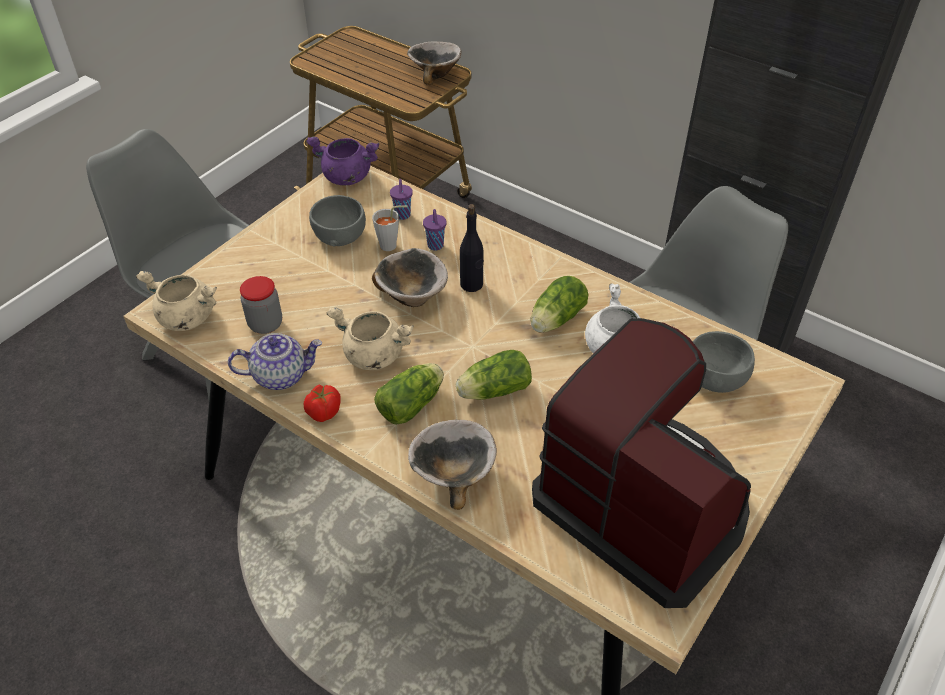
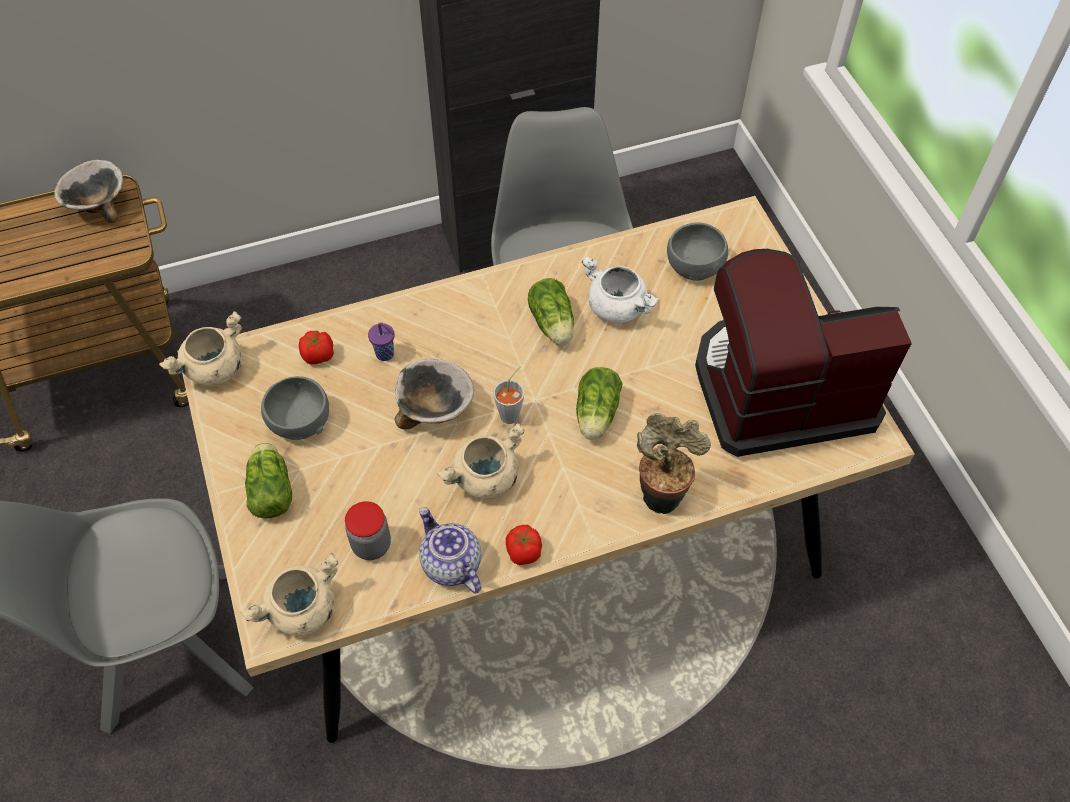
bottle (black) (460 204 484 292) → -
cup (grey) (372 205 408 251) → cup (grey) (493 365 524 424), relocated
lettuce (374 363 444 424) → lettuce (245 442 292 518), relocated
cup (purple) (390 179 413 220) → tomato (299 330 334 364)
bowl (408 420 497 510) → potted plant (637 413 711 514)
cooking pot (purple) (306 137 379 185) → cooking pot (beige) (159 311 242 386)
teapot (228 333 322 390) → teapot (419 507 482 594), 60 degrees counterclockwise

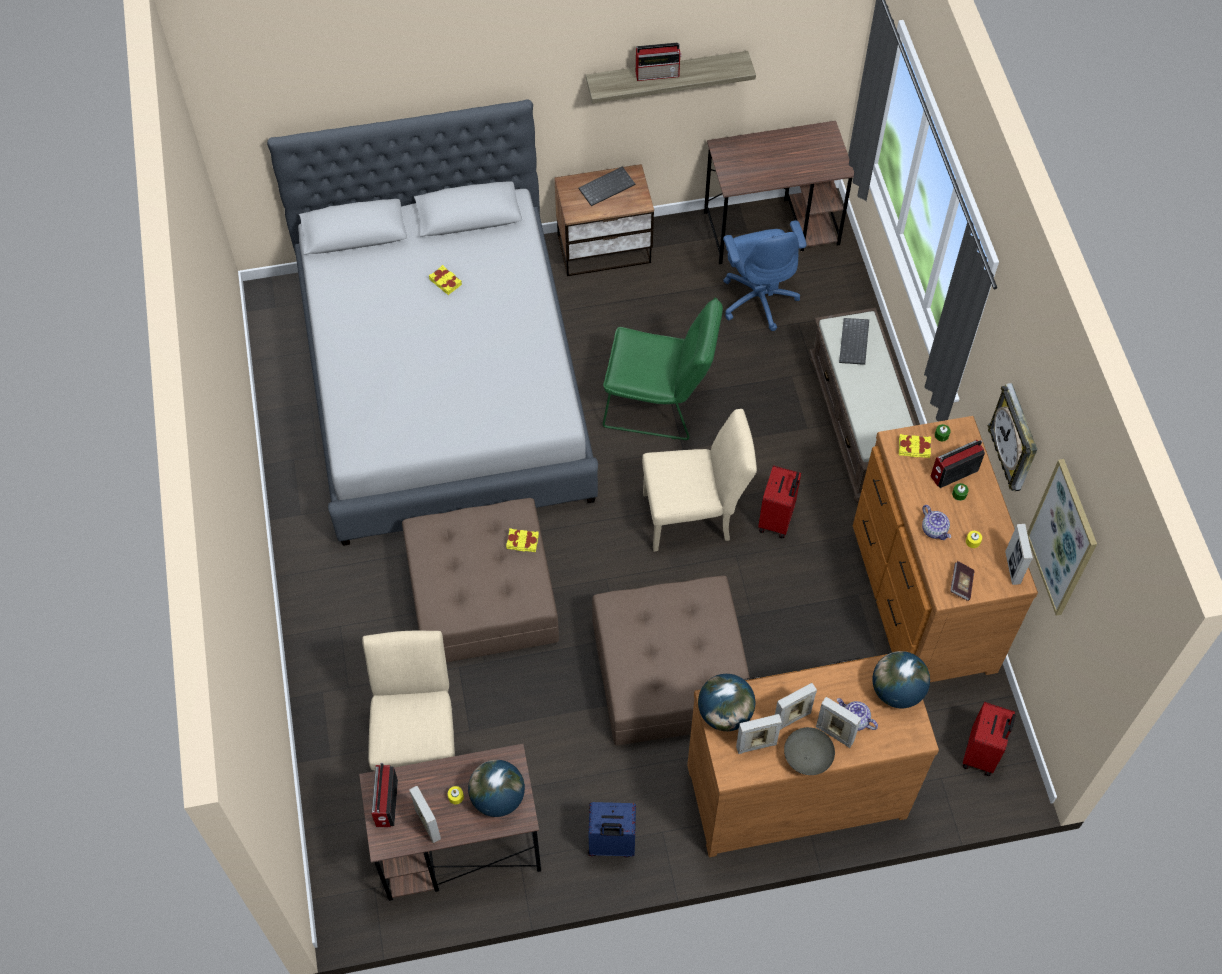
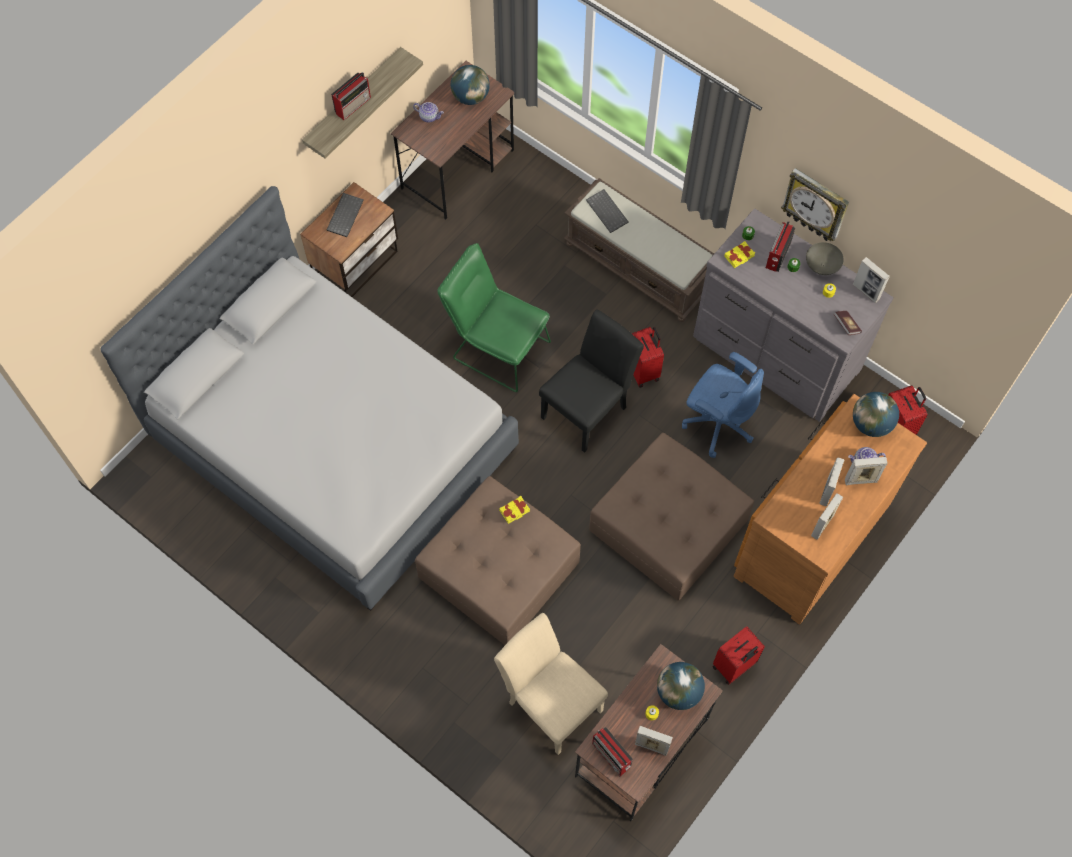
book (yellow) (429 265 462 295) → -
picture (1027 459 1097 616) → -
globe (698 674 755 731) → globe (451 65 490 105), relocated
office chair (blue) (723 221 807 331) → office chair (blue) (682 352 764 458), relocated
bowl (grey) (784 727 835 775) → bowl (grey) (806 242 844 275), relocated
teapot (922 505 951 540) → teapot (413 102 444 122), relocated
suitcase (blue) (588 802 636 857) → suitcase (red) (713 626 765 685)
chair (beige) (642 409 757 552) → chair (black) (539 309 644 453)
dresser (brown) (853 416 1038 682) → dresser (grey) (693 208 893 422)
chair (green) (603 298 723 440) → chair (green) (437 243 551 392), 120 degrees counterclockwise

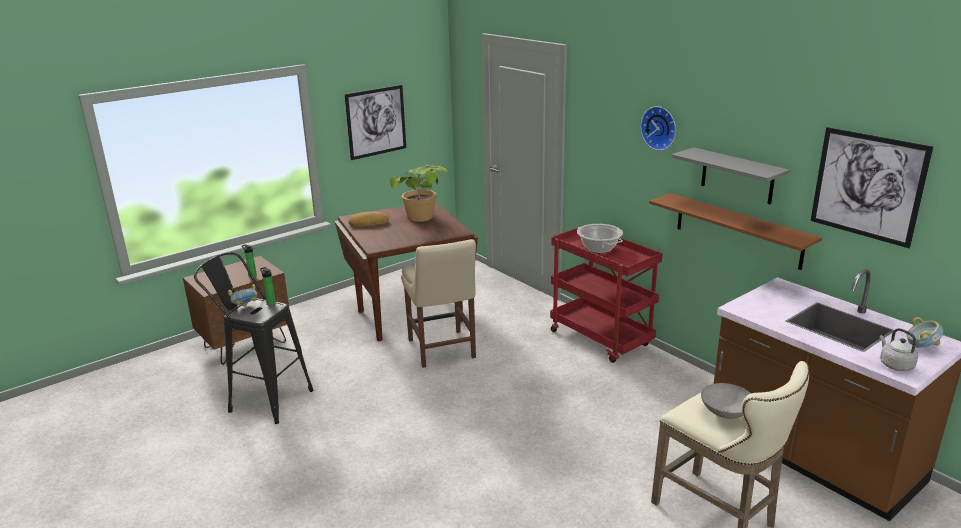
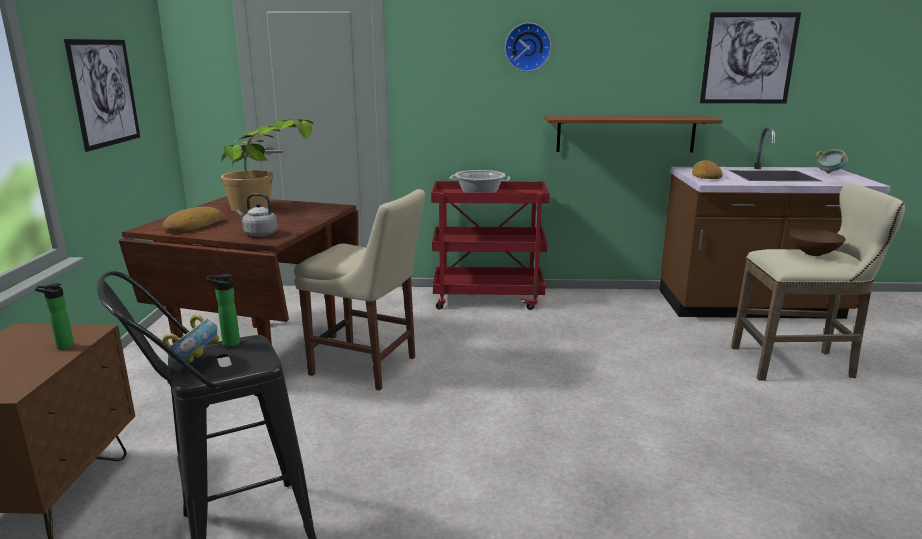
shelf (grey) (671 147 790 205) → -
- → bread (692 160 723 179)
kettle (grey) (879 328 918 371) → kettle (grey) (236 194 278 237), relocated
bowl (grey) (701 383 751 419) → bowl (brown) (789 229 846 256)

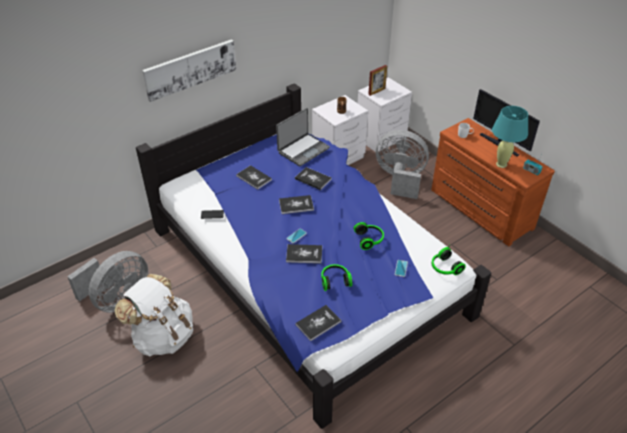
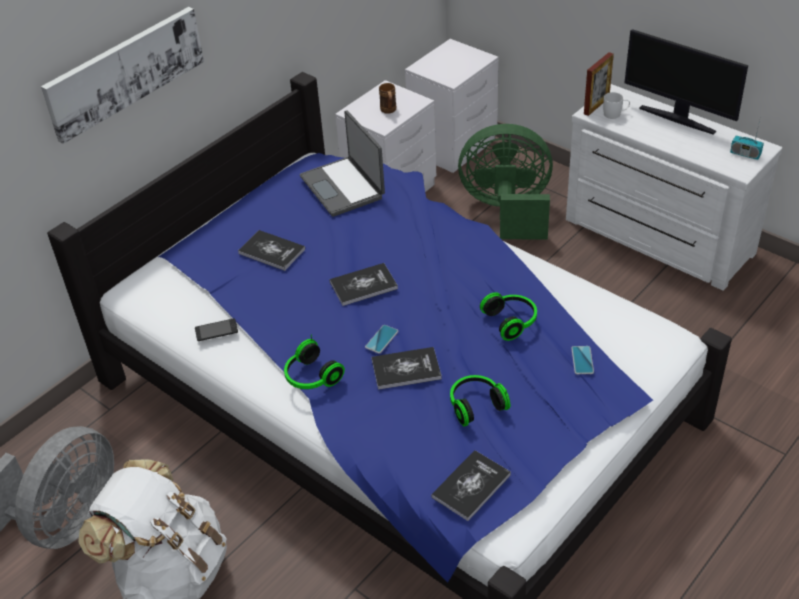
book (295 167 332 190) → -
table lamp (turquoise) (492 106 528 168) → -
picture frame (368 65 387 96) → picture frame (584 52 614 116), relocated
headphones (432 247 466 275) → headphones (284 334 345 389), relocated
fan (grey) (376 130 429 199) → fan (green) (458 124 553 240)
dresser (brown) (431 118 555 246) → dresser (white) (566 84 782 290)
laptop (276 108 330 166) → laptop (300 110 385 217), 120 degrees clockwise

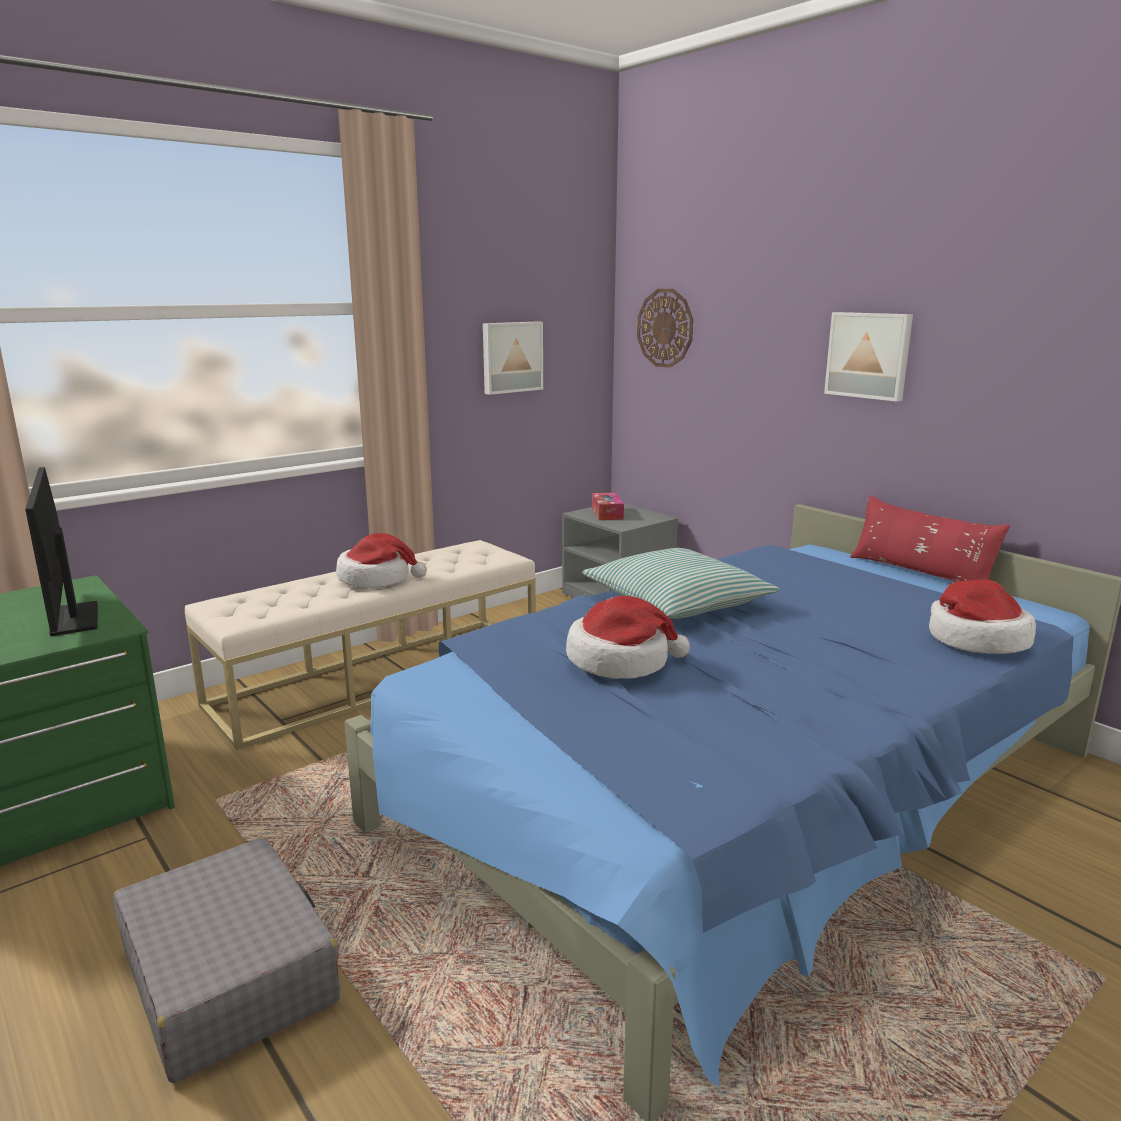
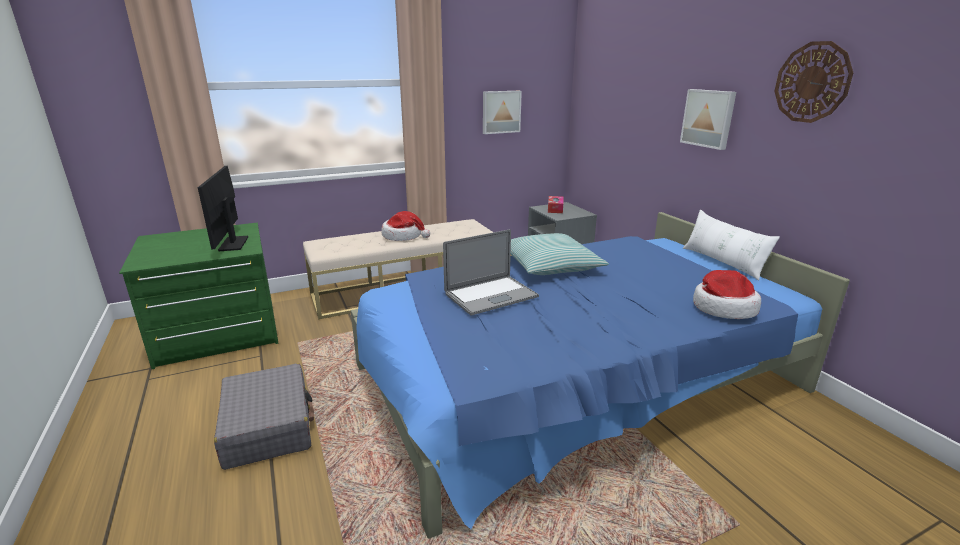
wall clock (637 289 693 368) → wall clock (774 41 853 123), relocated
hat (566 596 690 679) → laptop (443 229 539 316)
pillow (red) (850 495 1010 582) → pillow (white) (683 210 780 280)

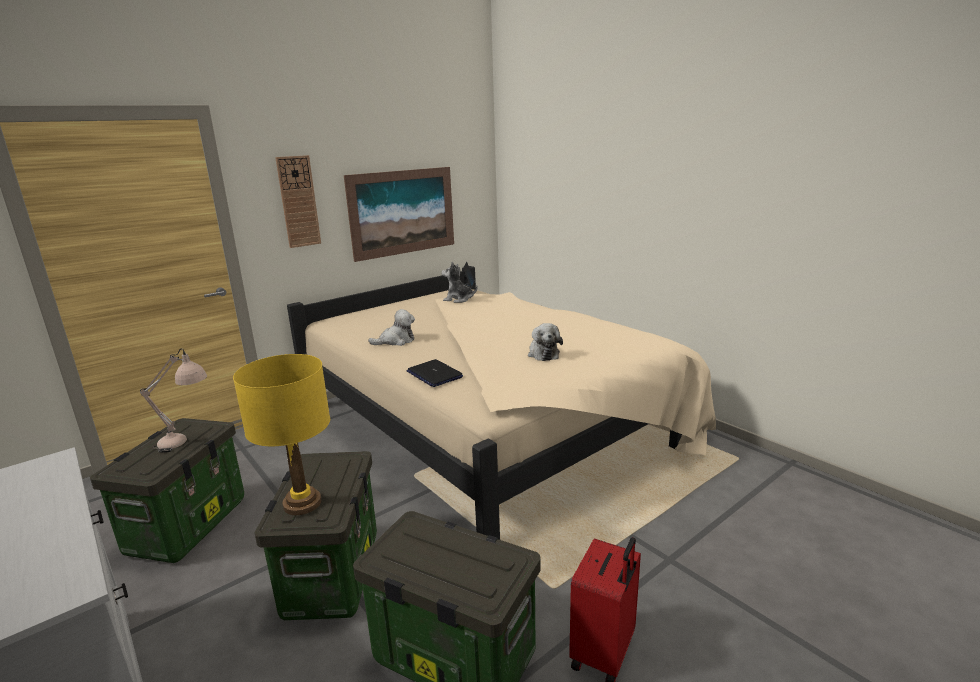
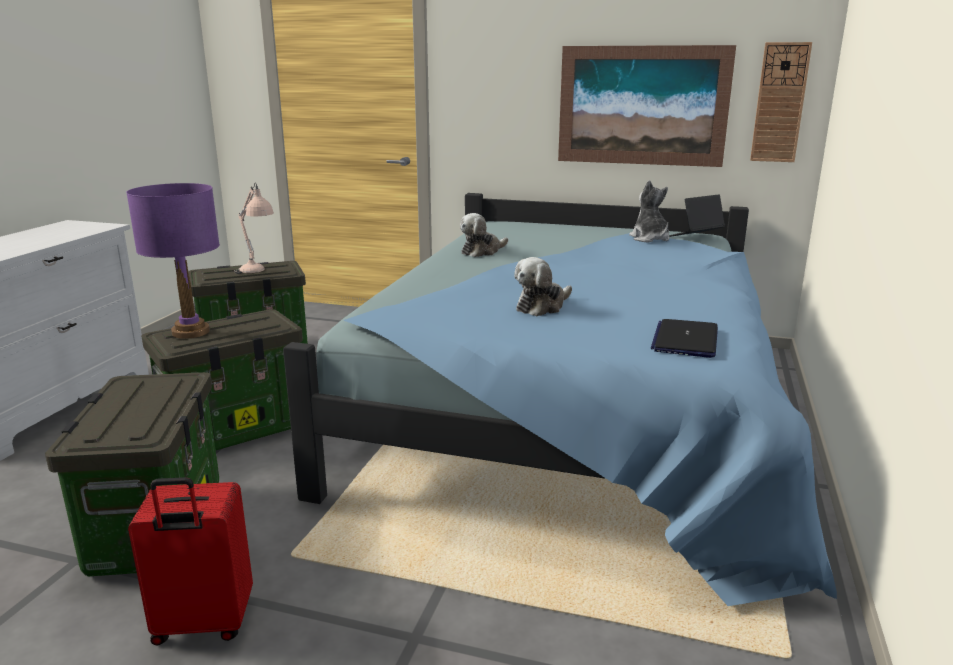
wall clock (275 155 321 248) → wall clock (750 42 812 162), relocated
laptop (407 359 463 387) → laptop (651 319 718 358), relocated
table lamp (yellow) (233 354 330 515) → table lamp (purple) (126 183 220 339)
bed (beige) (287 266 716 540) → bed (blue) (283 193 837 606)
plush toy (368 309 415 346) → plush toy (460 213 508 257), 105 degrees clockwise

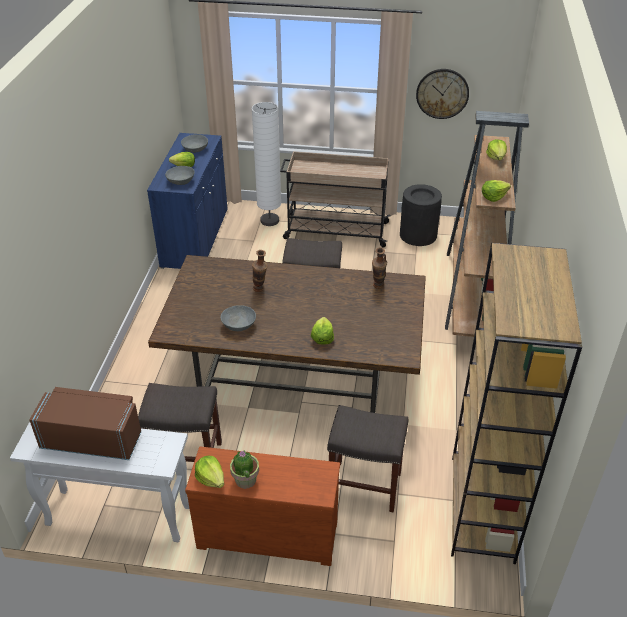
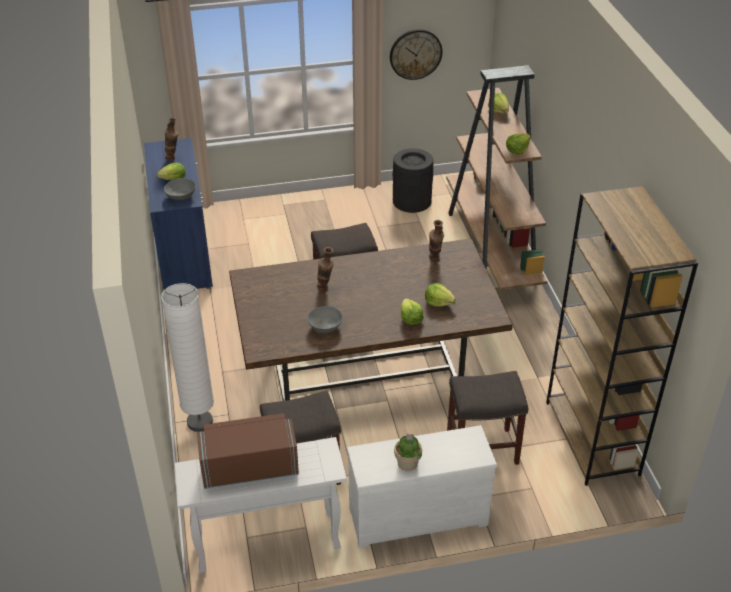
cart (beige) (280 151 390 248) → -
lettuce (195 456 224 488) → lettuce (425 283 456 307), relocated
floor lamp (white) (252 102 281 226) → floor lamp (white) (161 283 214 432), relocated
bowl (grey) (181 134 208 153) → vase (165 118 178 161)
dresser (brown) (185 446 340 566) → dresser (white) (347 425 497 548)

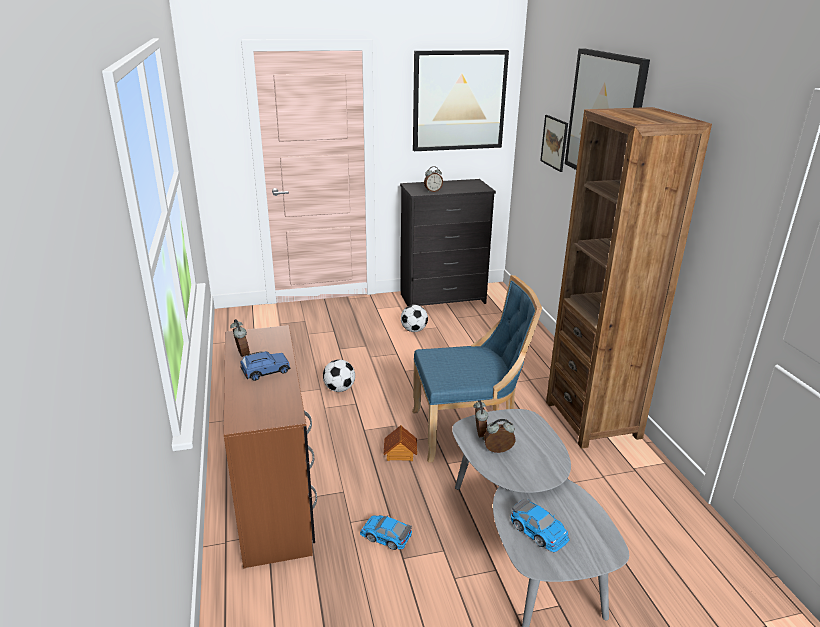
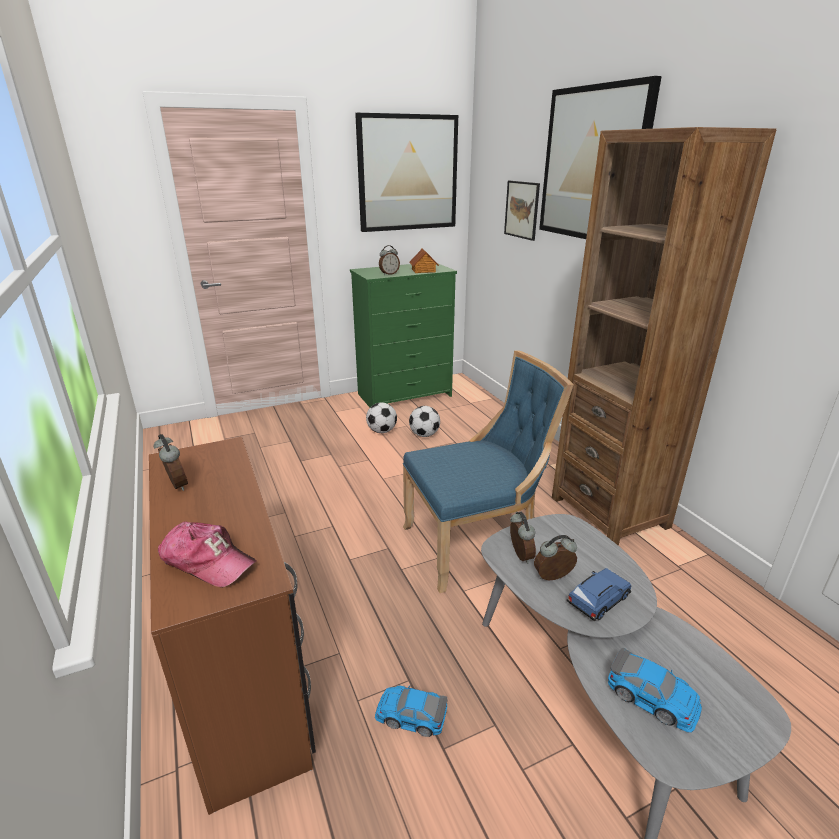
- → cap (158 522 257 588)
toy car (blue) (240 351 290 381) → toy car (blue) (567 568 632 621), relocated
football (323 359 355 392) → football (409 406 440 437), relocated
toy house (384 425 417 461) → toy house (409 249 439 273), relocated
dresser (black) (400 179 496 306) → dresser (green) (350 264 457 407)

